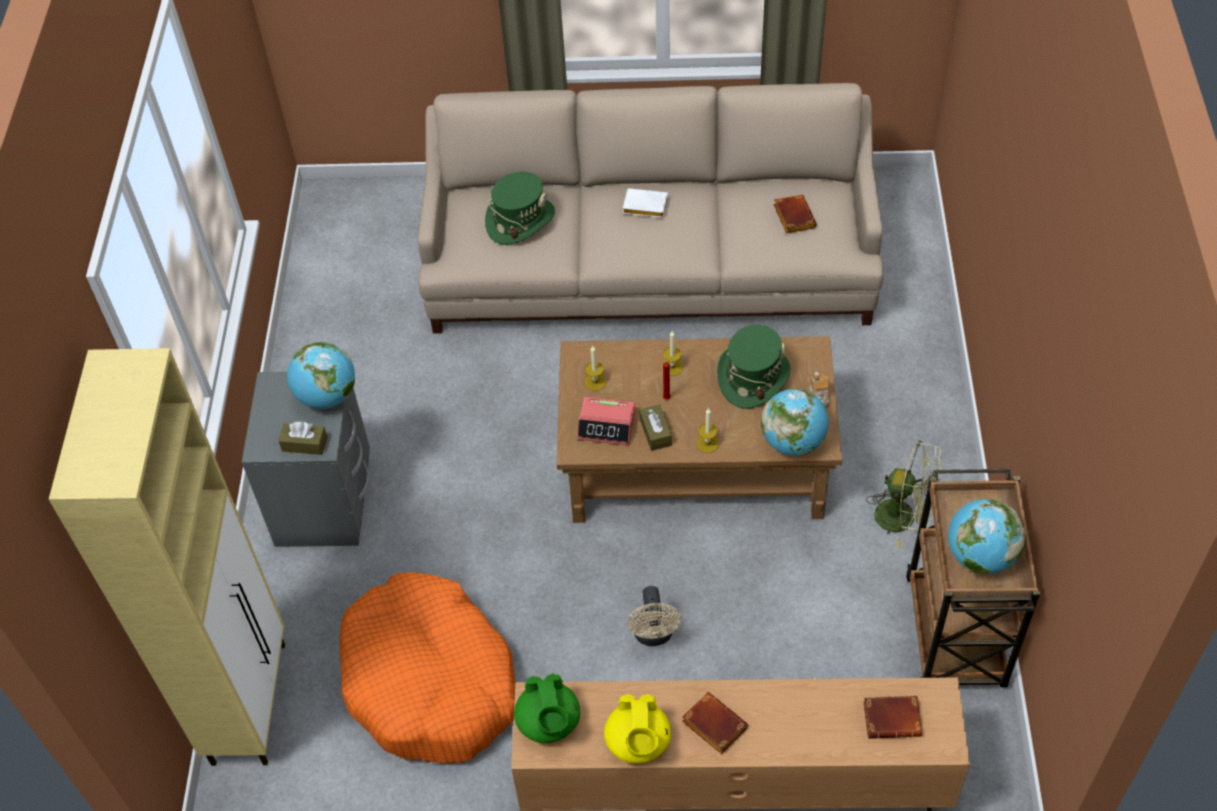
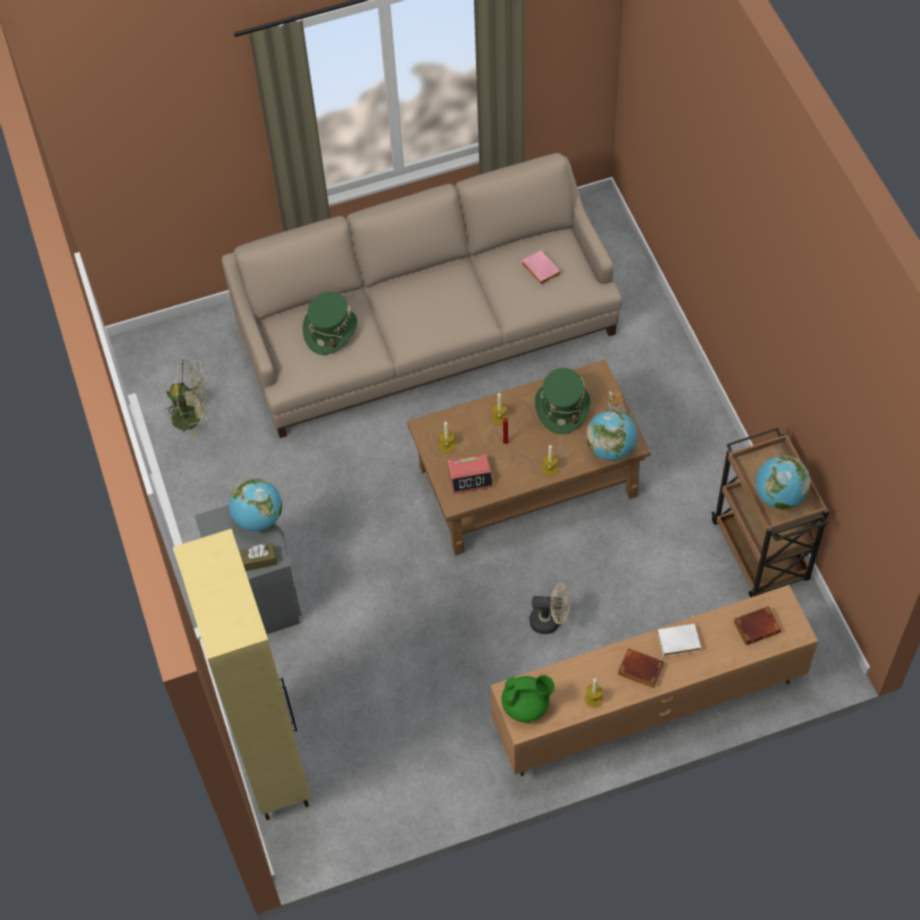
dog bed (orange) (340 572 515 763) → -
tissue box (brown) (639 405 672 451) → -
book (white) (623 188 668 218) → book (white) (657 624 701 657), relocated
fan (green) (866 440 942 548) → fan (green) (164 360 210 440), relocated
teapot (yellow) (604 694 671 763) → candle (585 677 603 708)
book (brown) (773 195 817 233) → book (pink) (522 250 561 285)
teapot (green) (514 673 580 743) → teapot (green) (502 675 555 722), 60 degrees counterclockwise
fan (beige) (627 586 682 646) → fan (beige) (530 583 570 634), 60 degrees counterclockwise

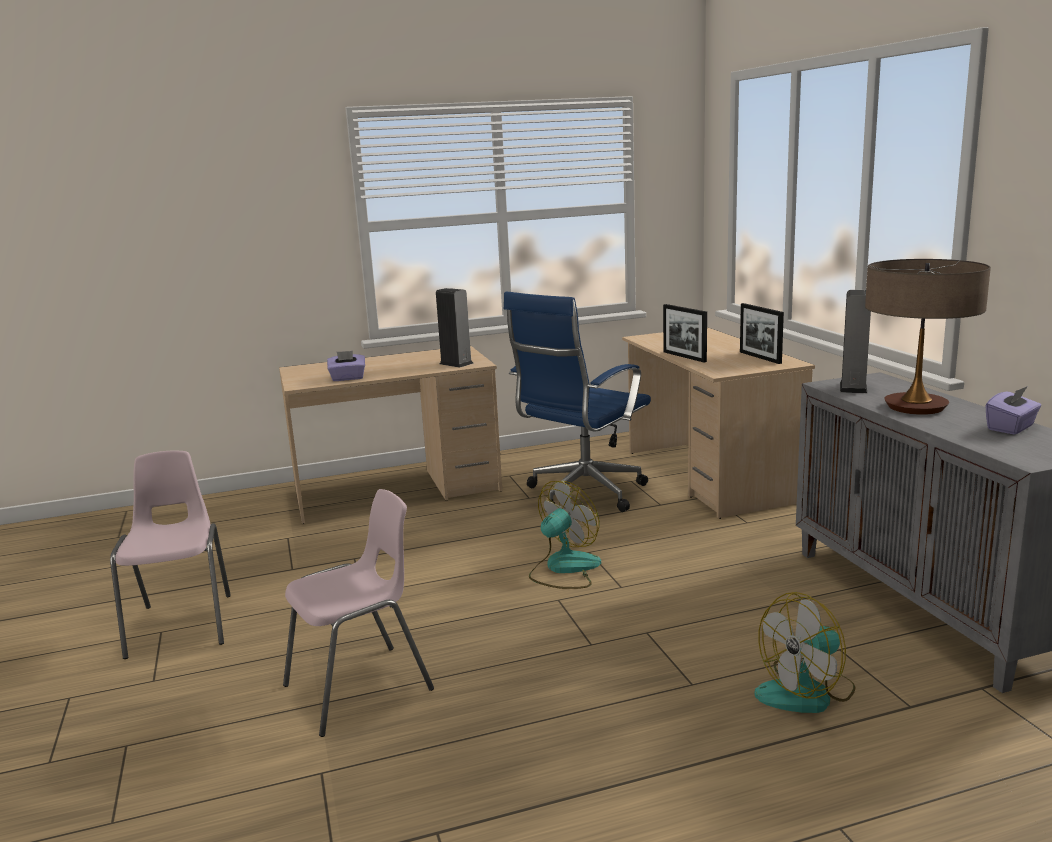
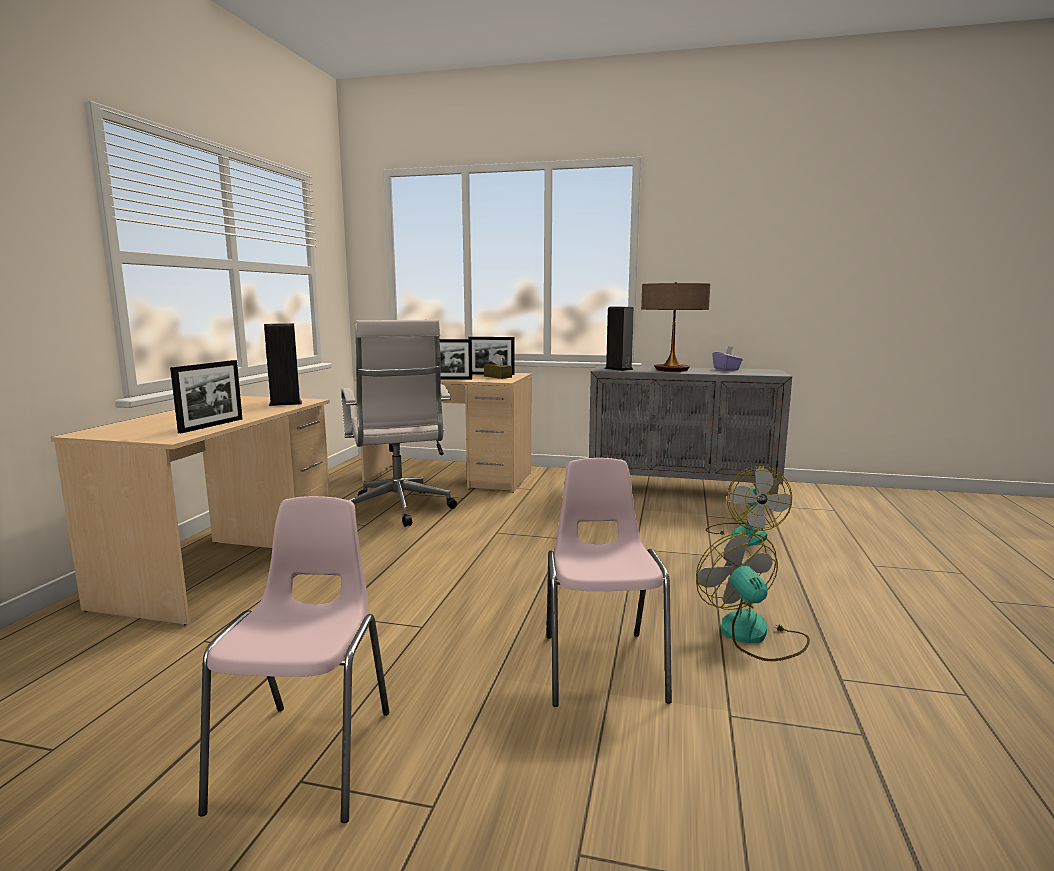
- → tissue box (brown) (484 354 512 379)
fan (529 481 601 589) → fan (696 532 810 661), relocated
tissue box (purple) (327 351 365 381) → picture frame (170 360 242 433)
office chair (blue) (504 292 651 512) → office chair (white) (341 319 457 527)
chair (pink) (110 450 231 659) → chair (pink) (198 496 389 823), 75 degrees clockwise

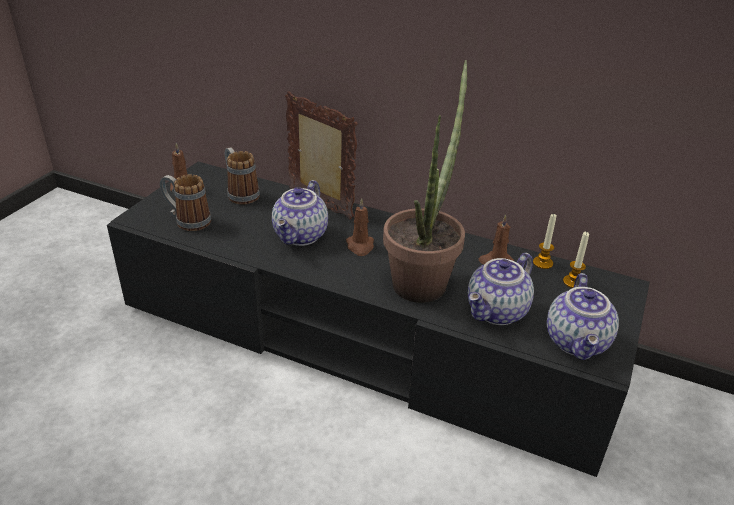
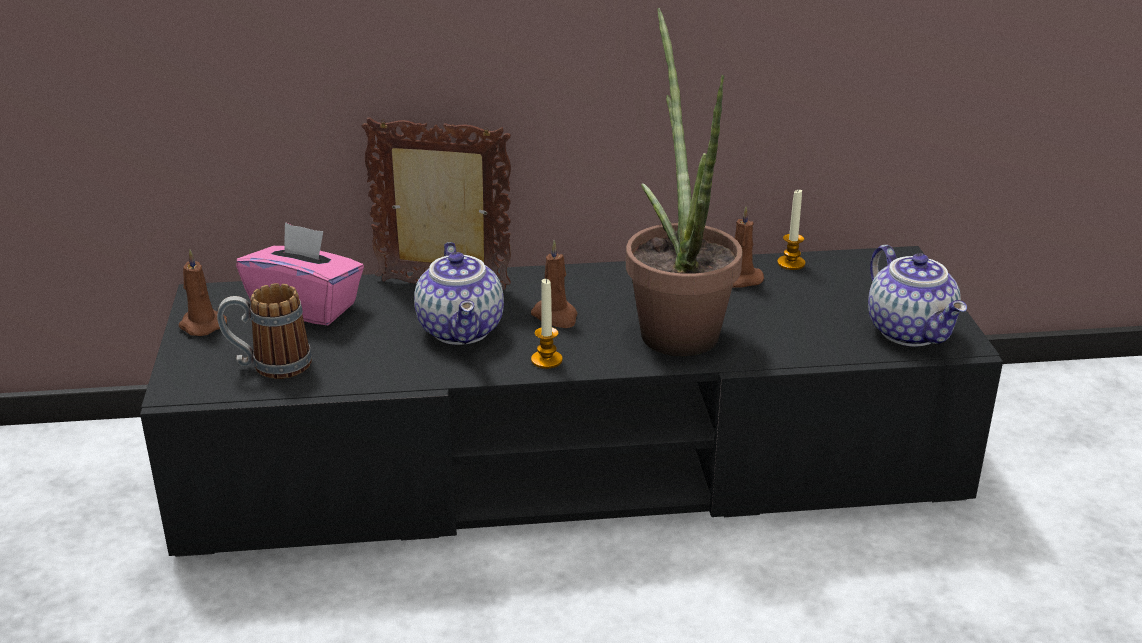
teapot (468 252 534 325) → -
candle (563 232 589 288) → candle (531 279 563 369), relocated
mug (225 147 260 205) → tissue box (pink) (236 222 364 325)

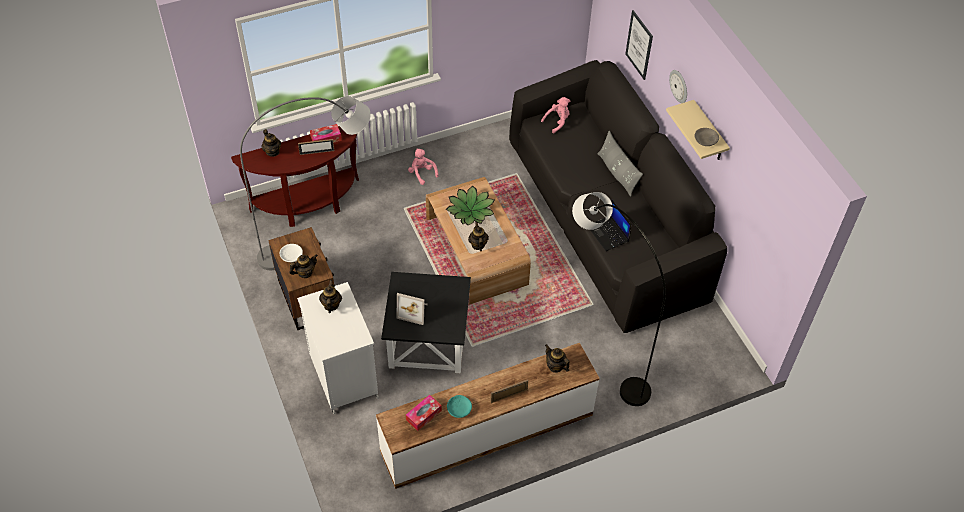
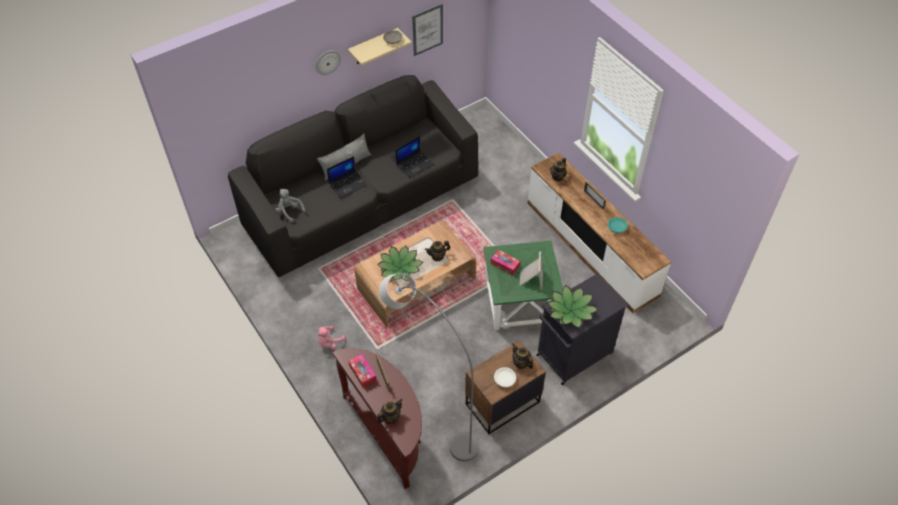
floor lamp (grey) (572 192 666 406) → -
- → laptop (327 156 367 198)
tissue box (406 395 442 431) → tissue box (490 250 520 275), relocated
picture (625 10 653 80) → picture (412 4 443 56), relocated
teapot (319 280 342 313) → potted plant (548 285 598 328)
cabinet (white) (297 282 379 414) → cabinet (black) (536 273 628 385)
side table (black) (381 272 471 373) → side table (green) (483 241 563 330)
plush toy (pink) (541 97 570 133) → plush toy (grey) (275 189 306 223)

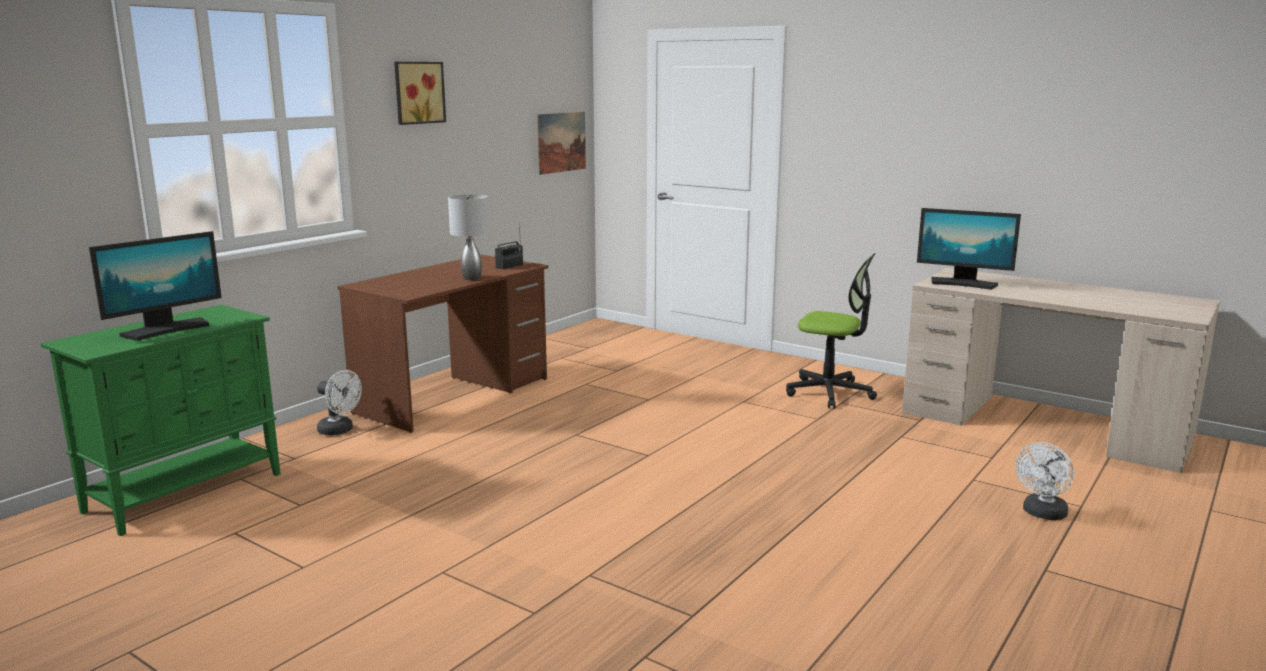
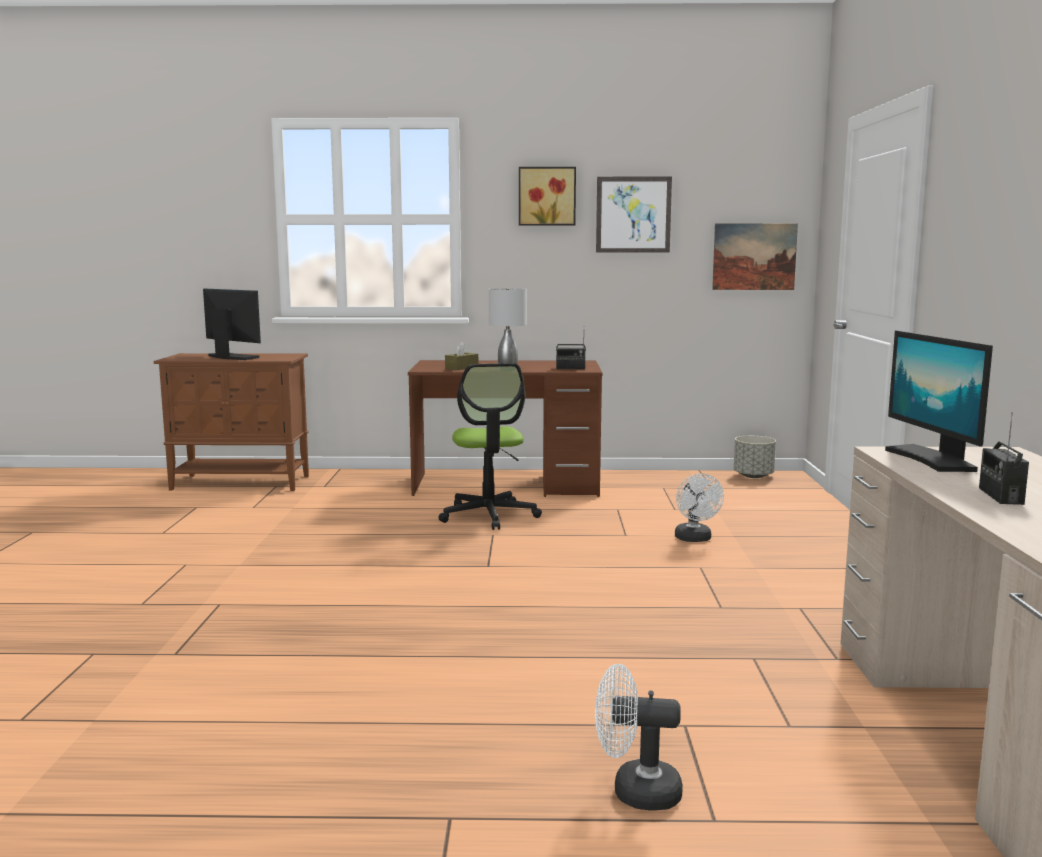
- → tissue box (brown) (445 341 478 370)
- → picture (596 177 672 252)
- → planter (grey) (734 436 776 478)
- → radio (979 412 1029 505)
fan (white) (317 370 362 435) → fan (white) (675 474 724 542), relocated
office chair (786 253 877 408) → office chair (438 363 542 530), relocated
cabinet (green) (40 305 281 536) → cabinet (brown) (154 353 309 491)
monitor (89 231 222 341) → monitor (203 288 261 360), 150 degrees counterclockwise

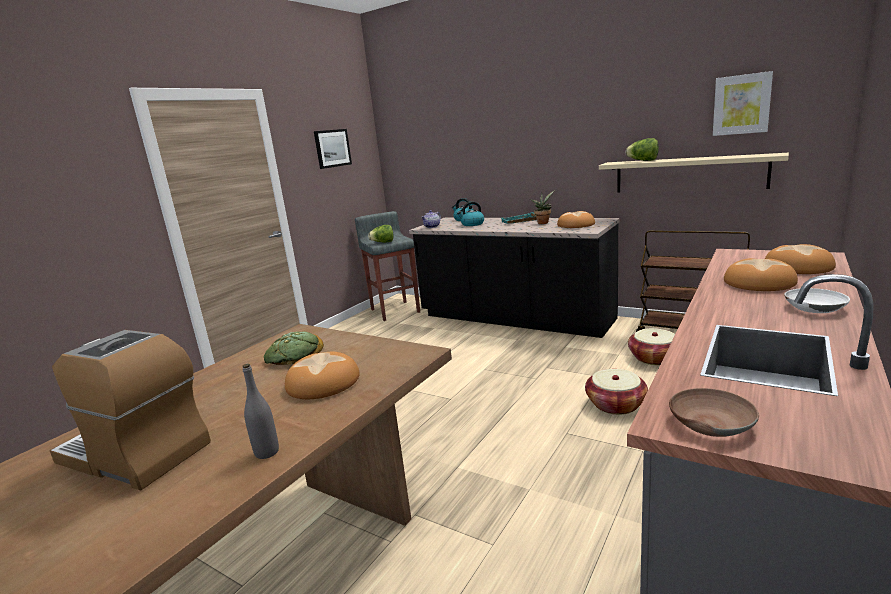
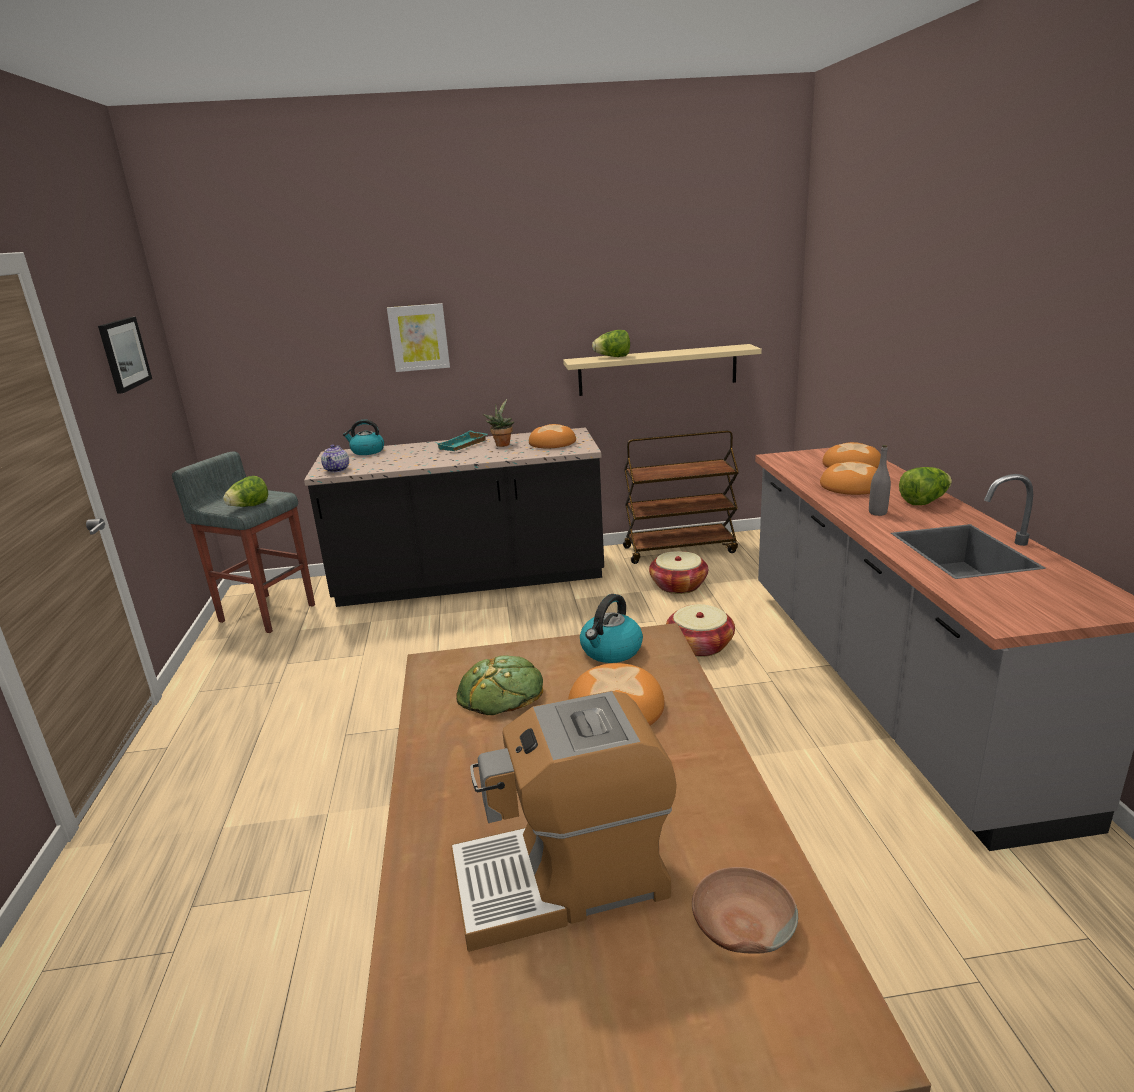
bottle (grey) (243 364 279 459) → bottle (grey) (869 445 891 516), relocated
kettle (457 201 484 226) → kettle (580 594 643 663), relocated
bowl (brown) (669 388 759 437) → bowl (brown) (692 867 798 954), relocated
picture (713 71 773 136) → picture (387 303 450 372), relocated
bowl (white) (784 288 850 313) → lettuce (899 467 952 505)

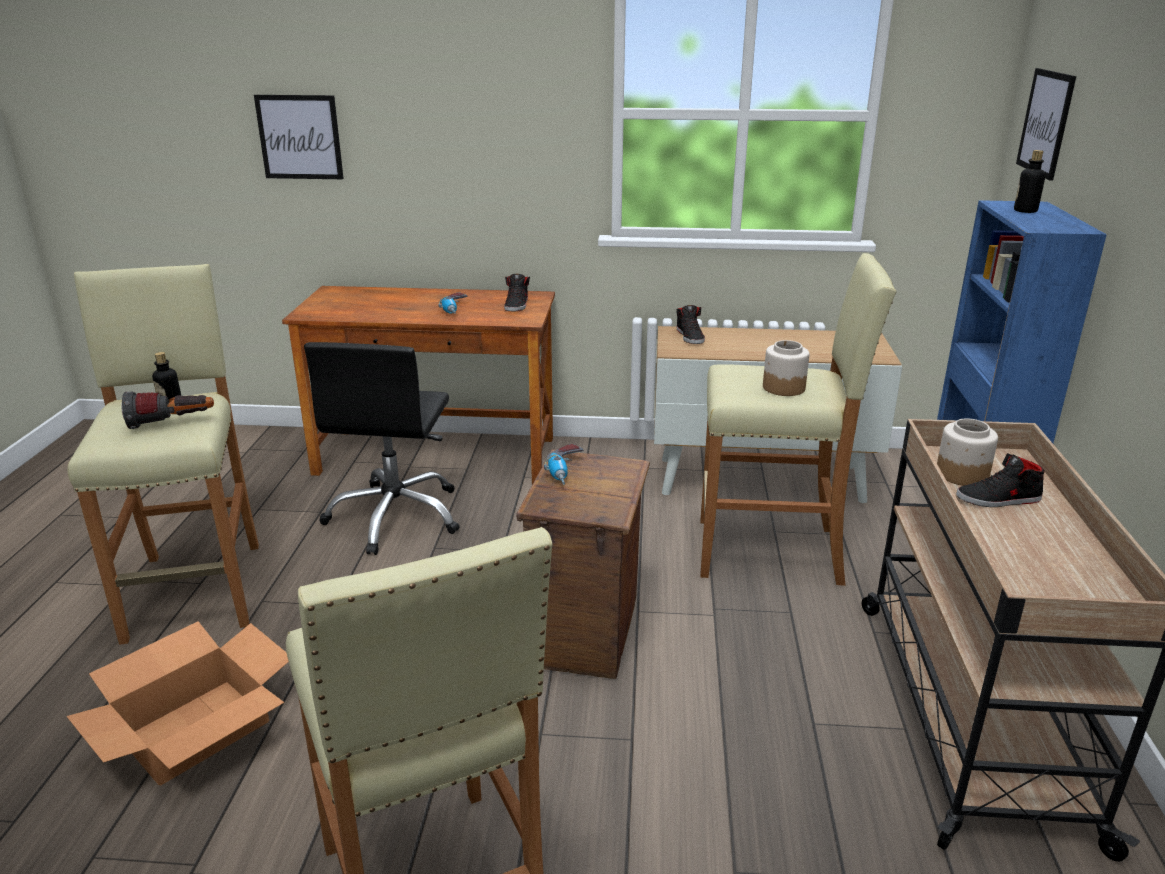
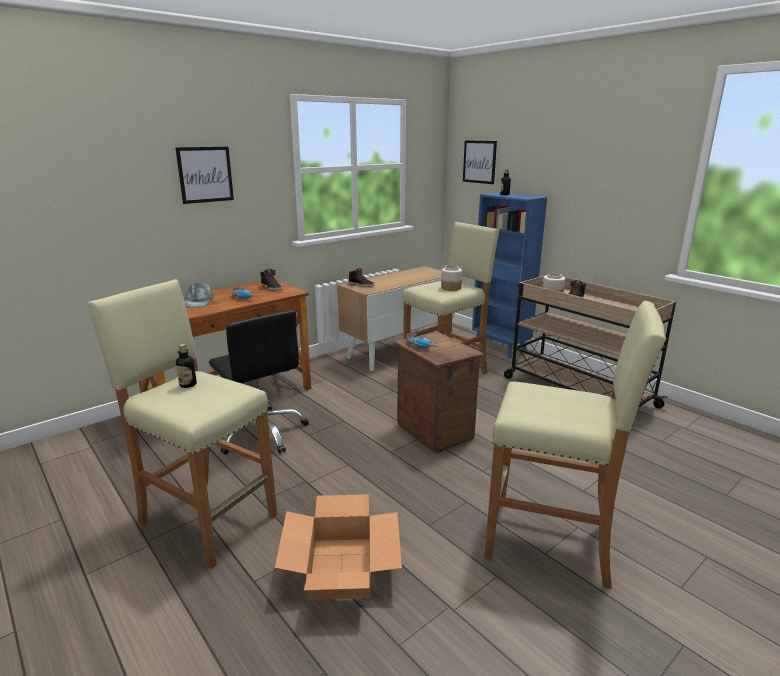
flashlight (121 392 214 429) → -
- → cap (grey) (184 282 214 308)
picture (254 95 344 179) → picture (175 147 234 204), relocated

